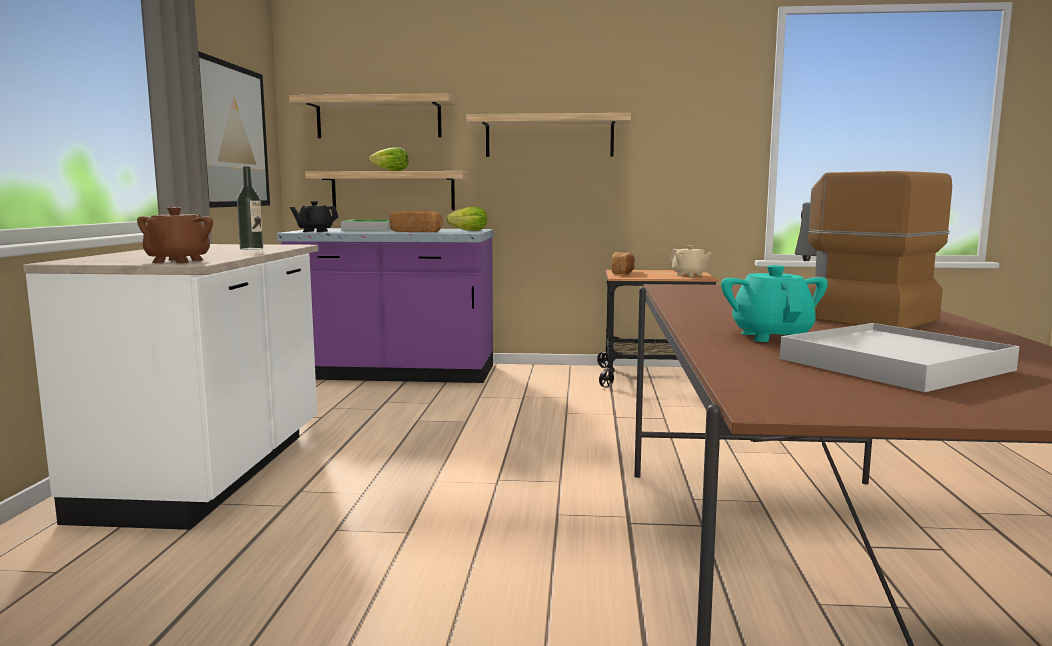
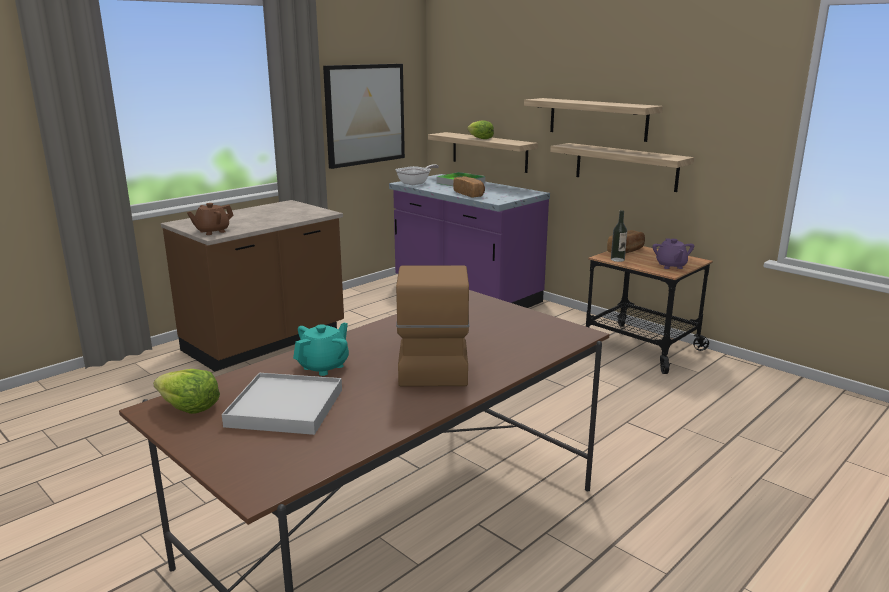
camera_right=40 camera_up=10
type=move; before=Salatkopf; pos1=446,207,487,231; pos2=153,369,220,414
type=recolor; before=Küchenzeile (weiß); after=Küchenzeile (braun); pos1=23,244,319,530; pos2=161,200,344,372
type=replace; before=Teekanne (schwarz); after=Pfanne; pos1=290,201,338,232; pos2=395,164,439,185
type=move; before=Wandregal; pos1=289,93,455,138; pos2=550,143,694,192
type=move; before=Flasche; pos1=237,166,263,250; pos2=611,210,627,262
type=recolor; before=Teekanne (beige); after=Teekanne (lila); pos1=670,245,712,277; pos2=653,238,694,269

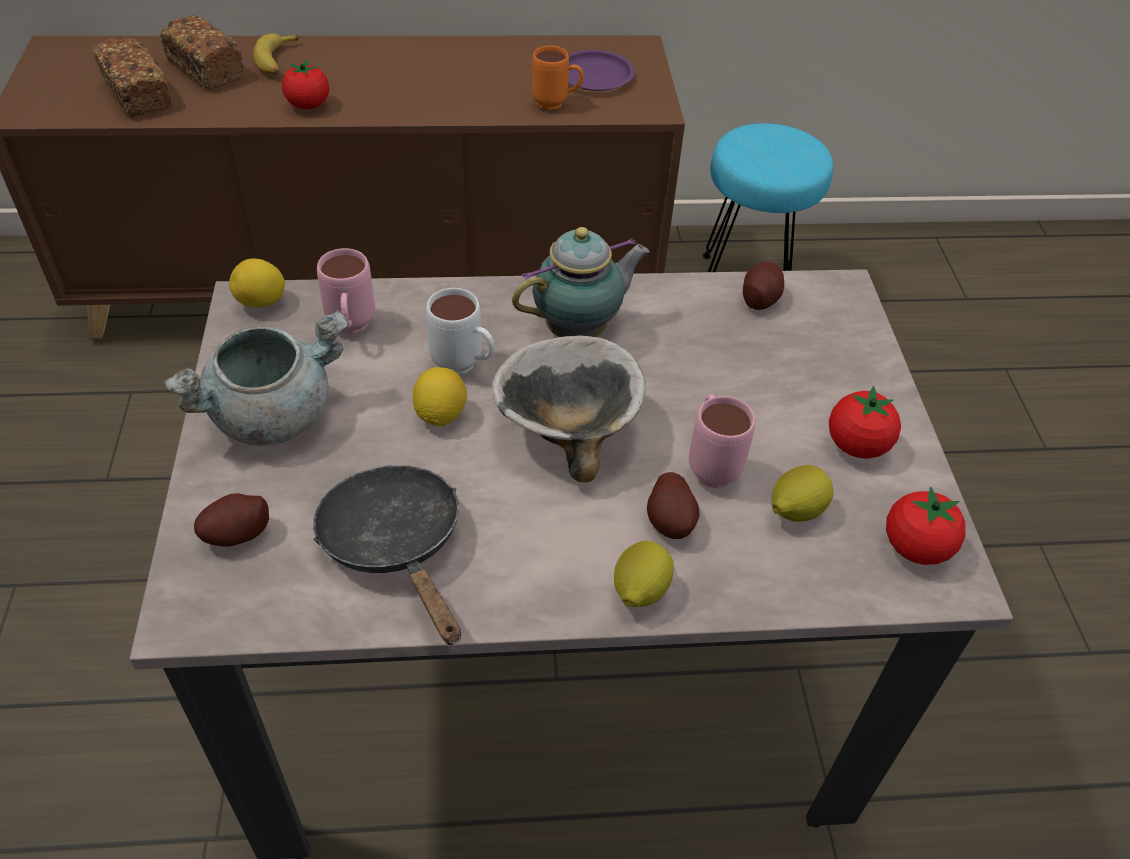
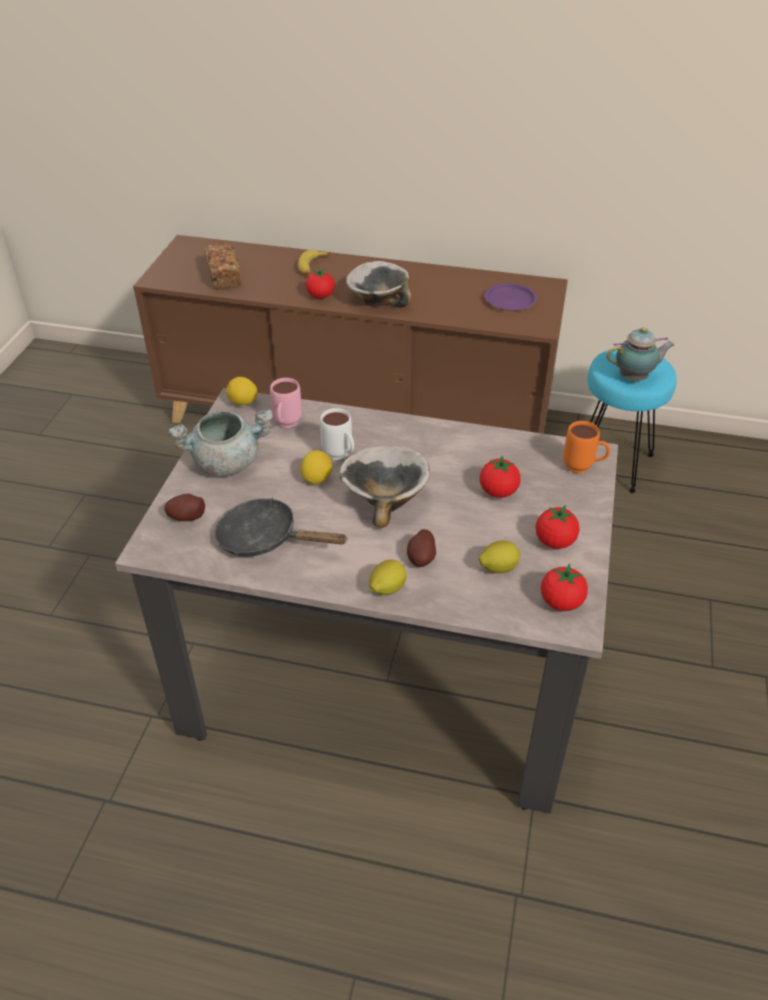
camera_right=20 camera_up=-5
type=rotate; before=Pfanne (schwarz); pos1=313,465,461,645; pos2=214,498,348,557; turn=-60
type=insert; after=Schüssel; pos2=346,261,411,308
type=insert; after=Tomate; pos2=480,456,521,498
type=move; before=Henkelbecher (orange); pos1=532,46,584,110; pos2=563,421,610,473
type=move; before=Teekanne; pos1=512,227,650,337; pos2=606,327,674,381
type=delete; before=Brot; pos1=160,15,244,89
type=delete; before=Henkelbecher (rosa); pos1=689,394,755,488
type=delete; before=Kartoffel; pos1=743,261,784,310

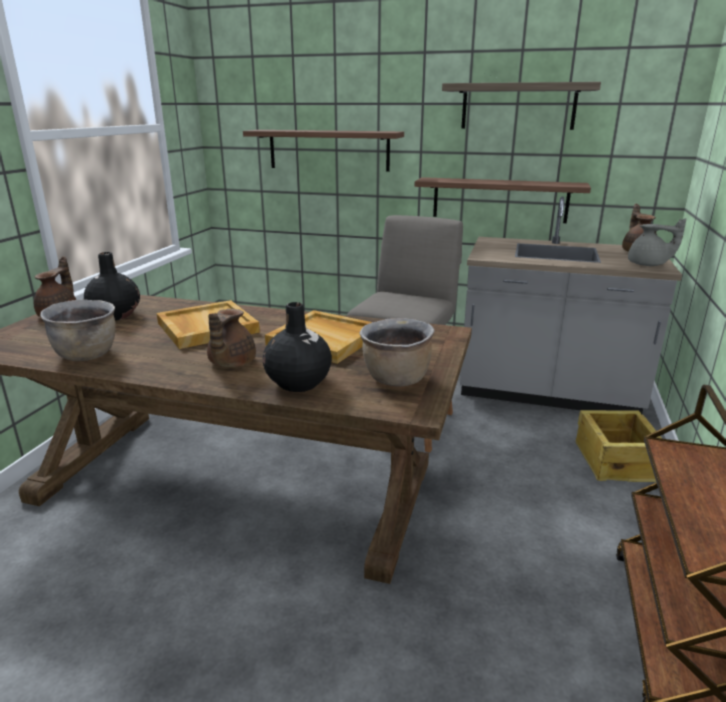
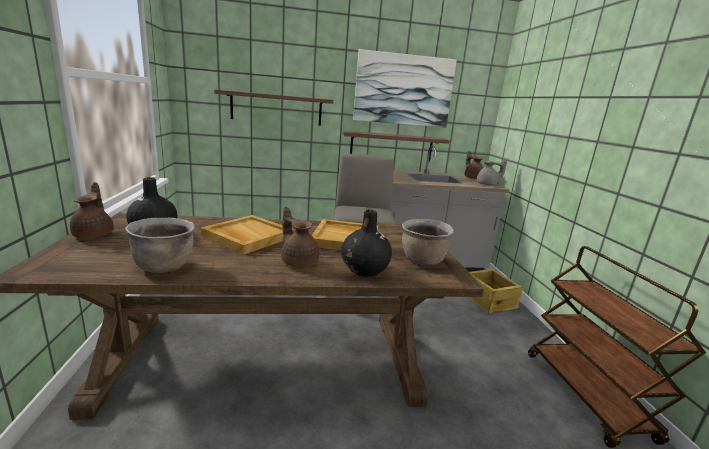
camera_right=-25 camera_up=-5
type=rotate; before=Teekanne (braun); pos1=207,309,256,367; pos2=281,207,319,267; turn=150
type=replace; before=Wandregal; after=Bild; pos1=442,82,601,130; pos2=353,49,457,127

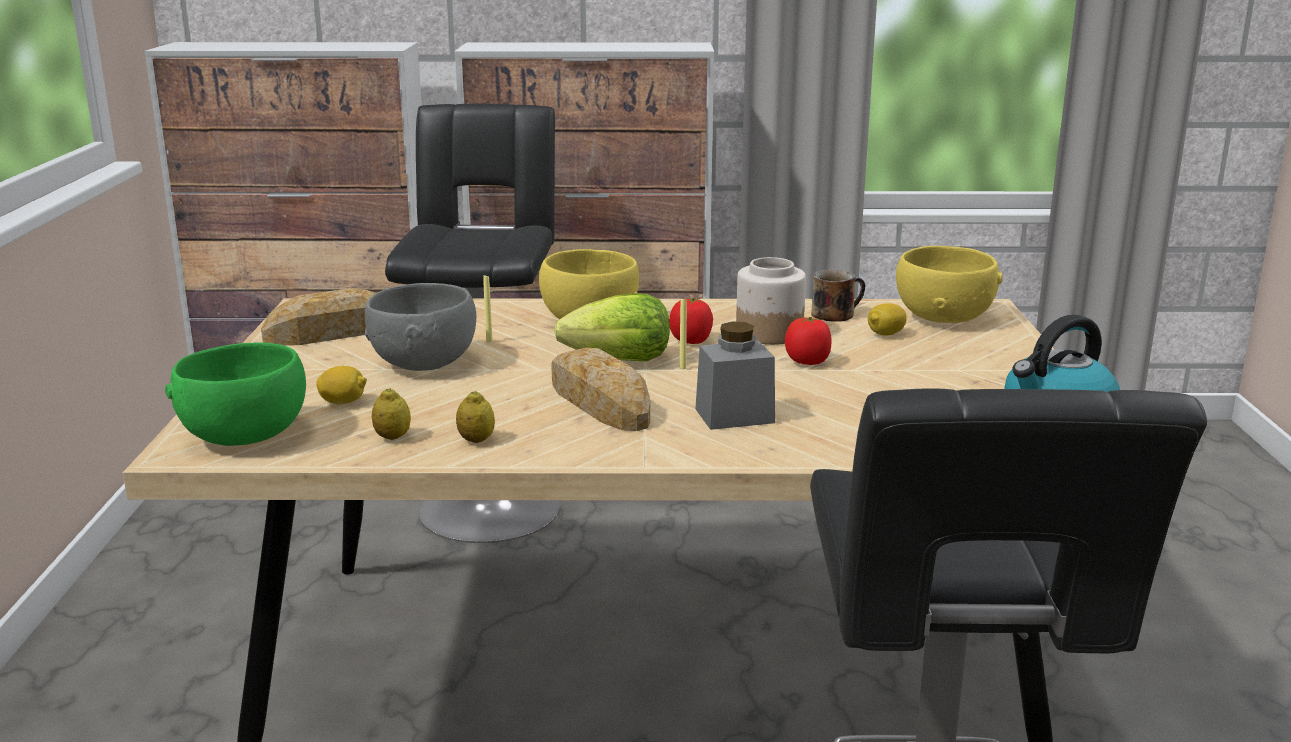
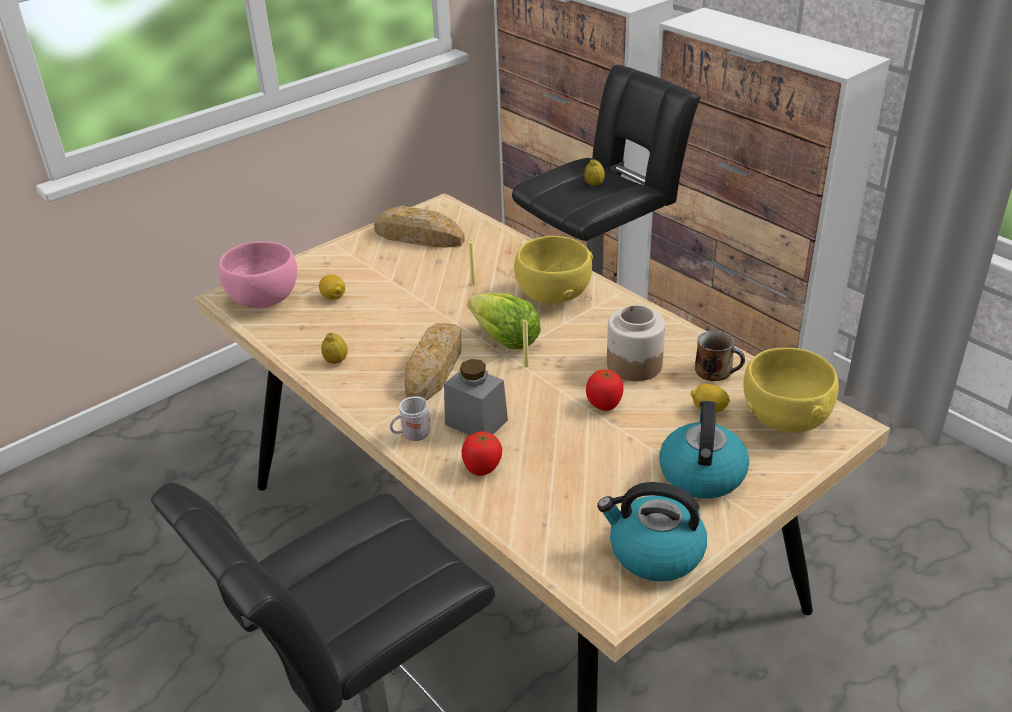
camera_right=50 camera_up=15
type=recolor; before=Schüssel (grün); after=Schüssel (rosa); pos1=165,342,306,446; pos2=218,241,297,308
type=insert; after=Henkelbecher (weiß); pos2=390,392,430,441
type=move; before=Tomate; pos1=669,298,713,344; pos2=461,431,502,476
type=move; before=Zitrone; pos1=372,388,411,440; pos2=584,159,605,186
type=insert; after=Wasserkessel; pos2=659,401,749,498
type=delete; before=Schüssel (grau); pos1=365,283,476,371

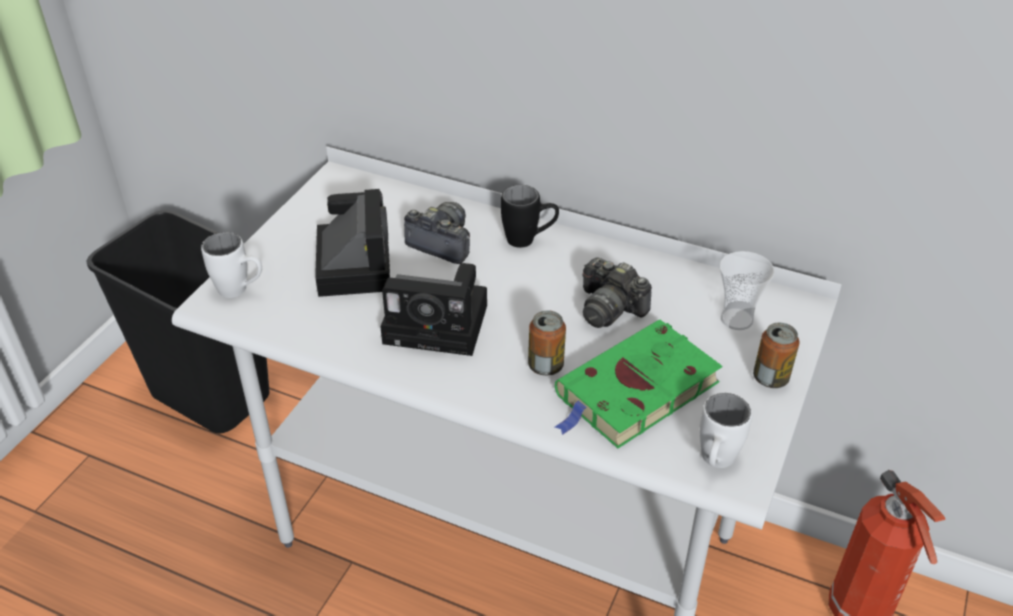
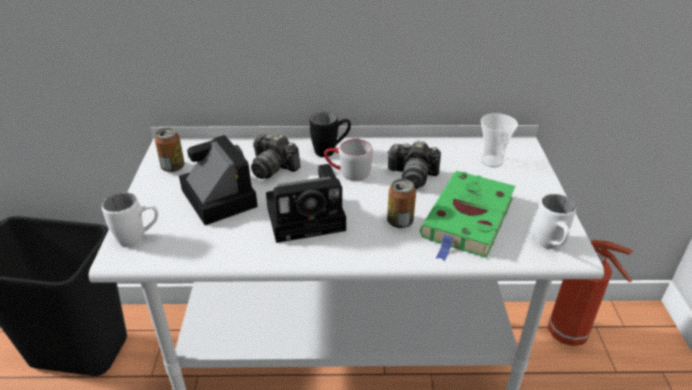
camera_right=-25 camera_up=-5
type=move; before=Dose; pos1=753,323,799,388; pos2=155,128,185,172
type=rotate; before=Kamera; pos1=404,202,470,264; pos2=251,133,301,179; turn=-150
type=insert; after=Henkelbecher (grau); pos2=324,139,373,181

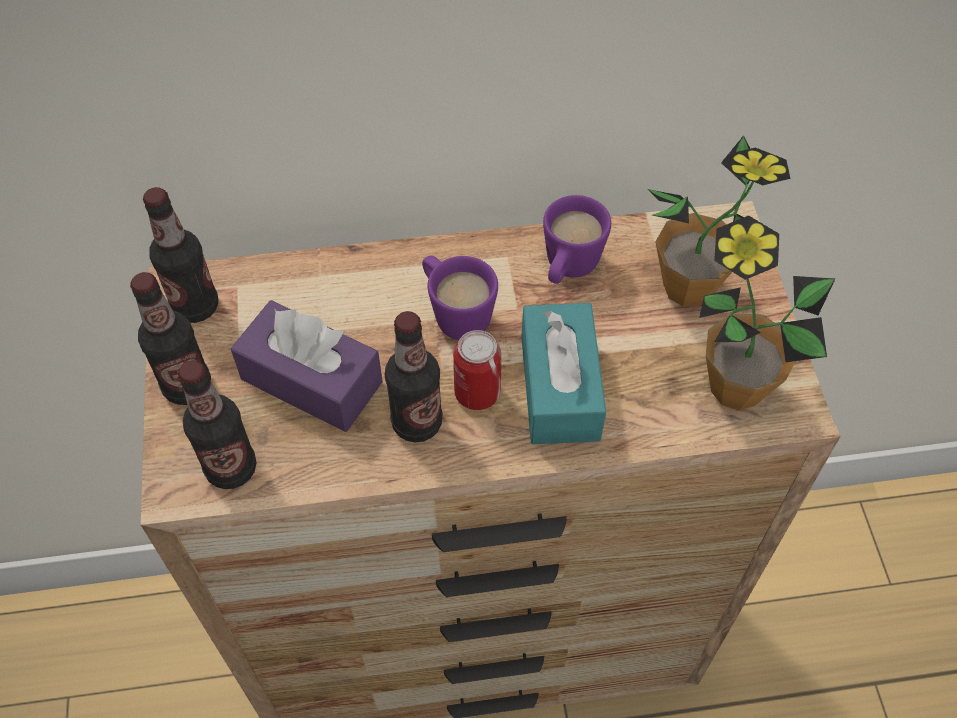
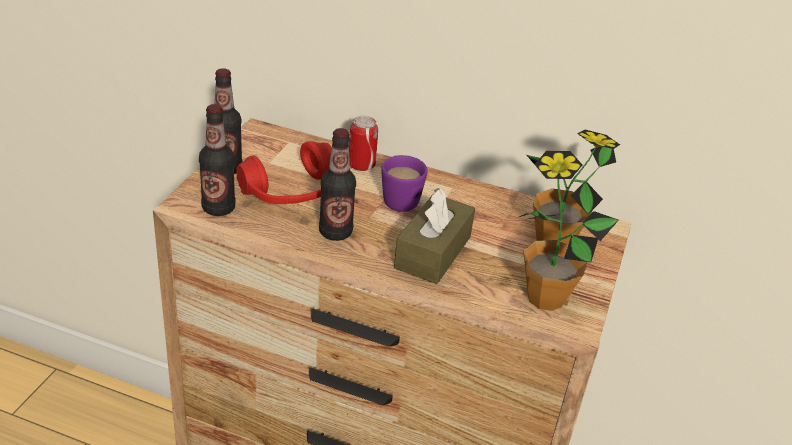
camera_right=25 camera_up=-20
type=replace; before=Taschentuchbox (lila); after=Kopfhörer (rot); pos1=231,300,383,432; pos2=236,141,332,204
type=move; before=Dose; pos1=453,330,501,410; pos2=349,116,378,171
type=recolor; before=Taschentuchbox (türkis); after=Taschentuchbox (braun); pos1=521,303,606,444; pos2=394,188,475,284
type=delete; before=Flasche; pos1=143,187,218,323
type=delete; before=Henkelbecher (lila); pos1=543,195,611,284

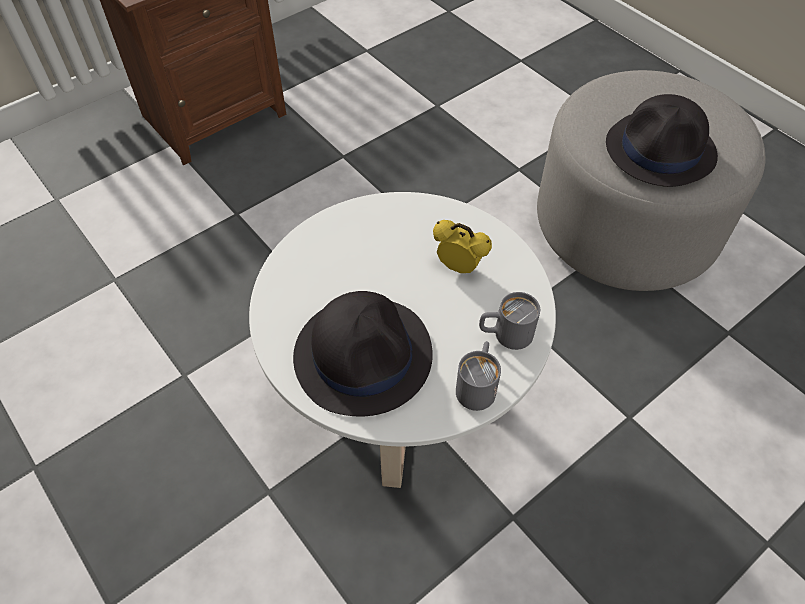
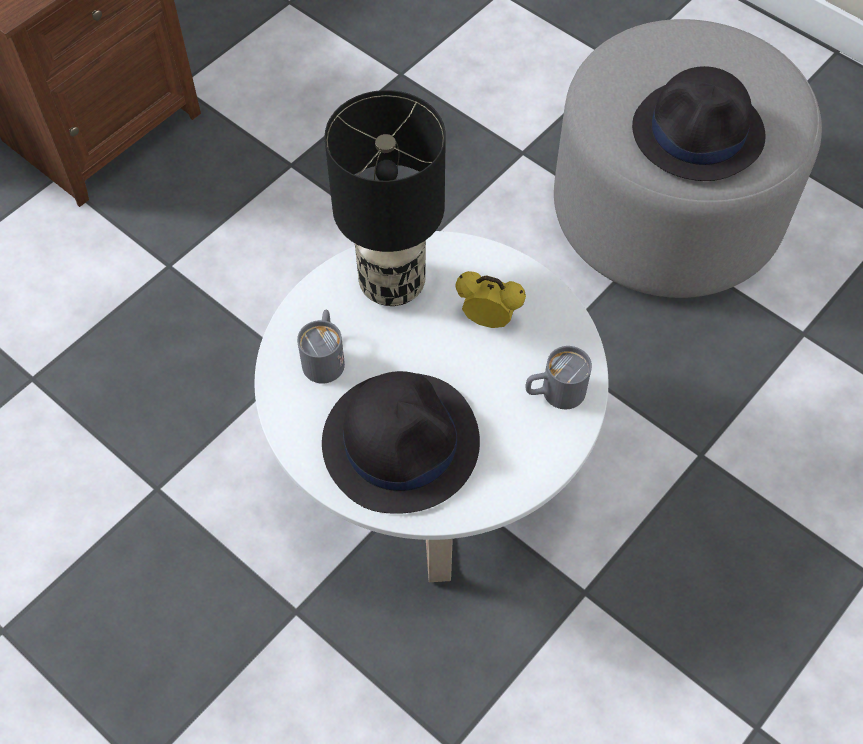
camera_right=-10 camera_up=5
type=move; before=Henkelbecher (grau); pos1=456,341,501,411; pos2=297,310,345,384
type=insert; after=Tischlampe (schwarz); pos2=324,90,446,306

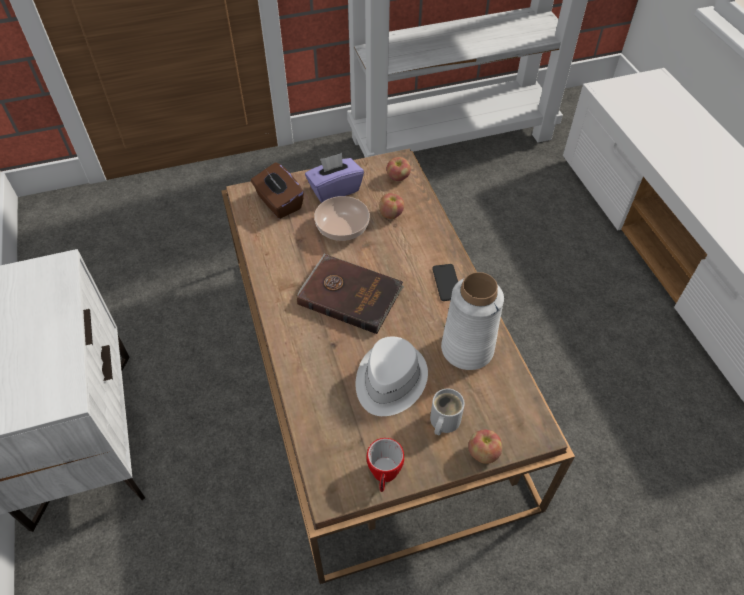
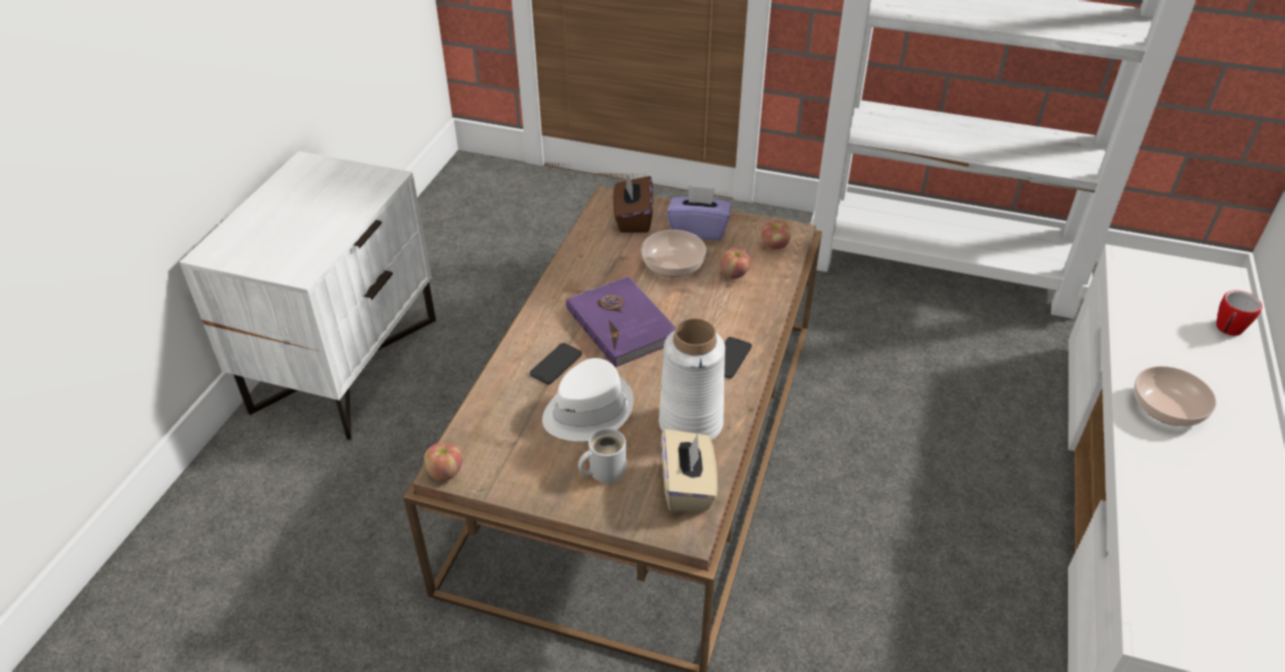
camera_right=35 camera_up=-10
type=move; before=Apfel; pos1=468,430,502,464; pos2=424,443,463,481
type=insert; after=Handy; pos2=530,343,582,384
type=recolor; before=Buch (braun); after=Buch (lila); pos1=297,253,404,334; pos2=566,276,676,368
type=insert; after=Taschentuchbox (beige); pos2=661,429,718,511
type=insert; after=Schüssel; pos2=1134,366,1216,426
type=move; before=Henkelbecher; pos1=367,438,404,492; pos2=1216,290,1262,336

